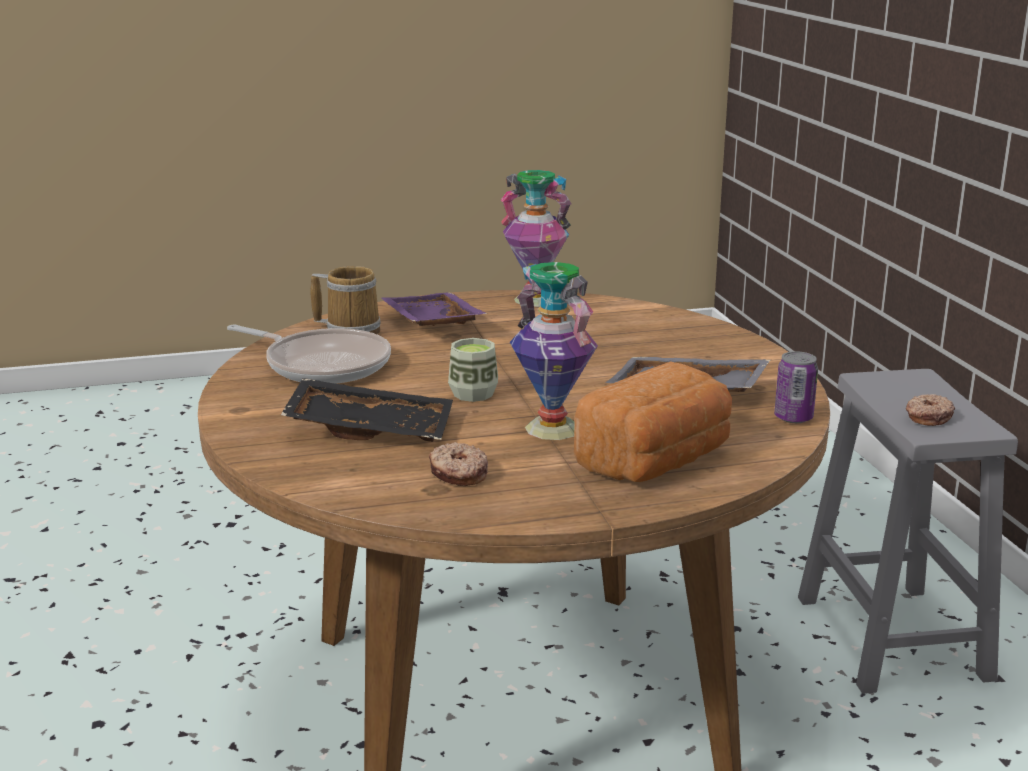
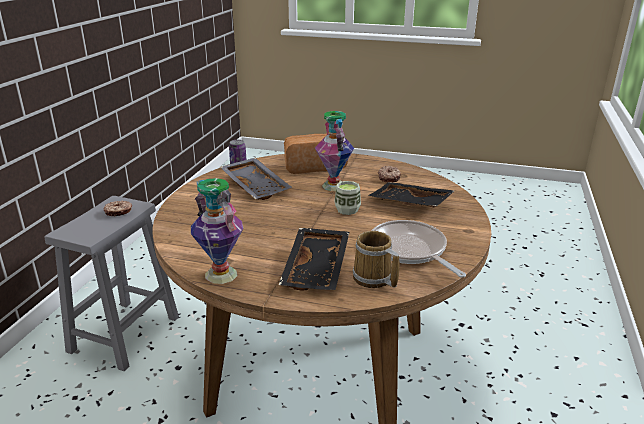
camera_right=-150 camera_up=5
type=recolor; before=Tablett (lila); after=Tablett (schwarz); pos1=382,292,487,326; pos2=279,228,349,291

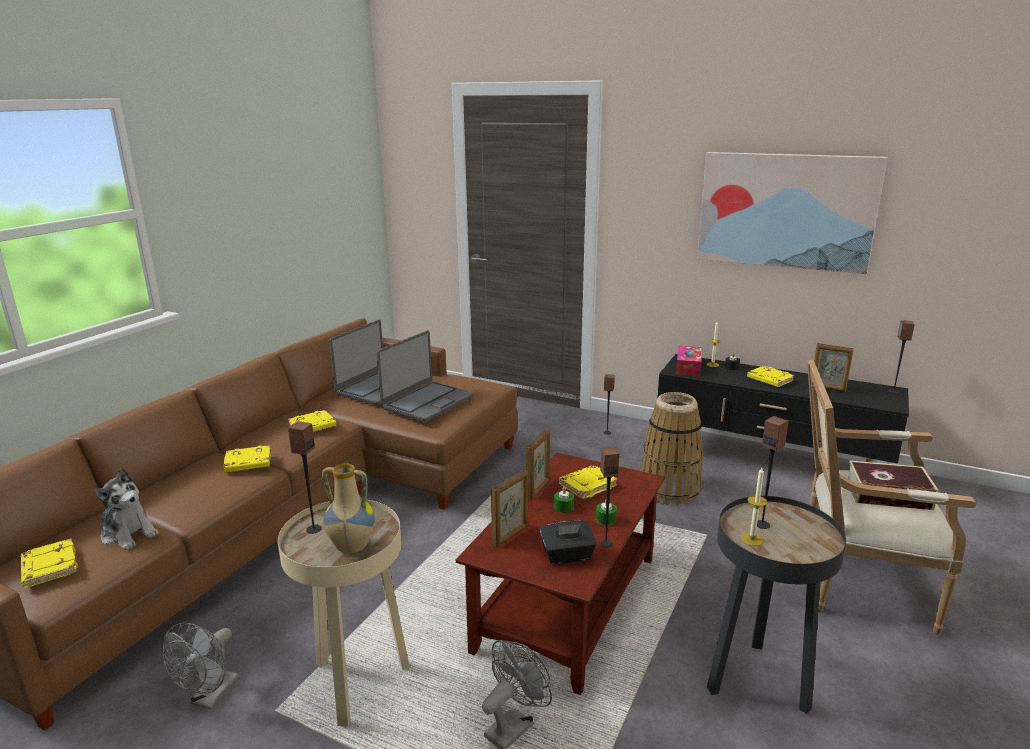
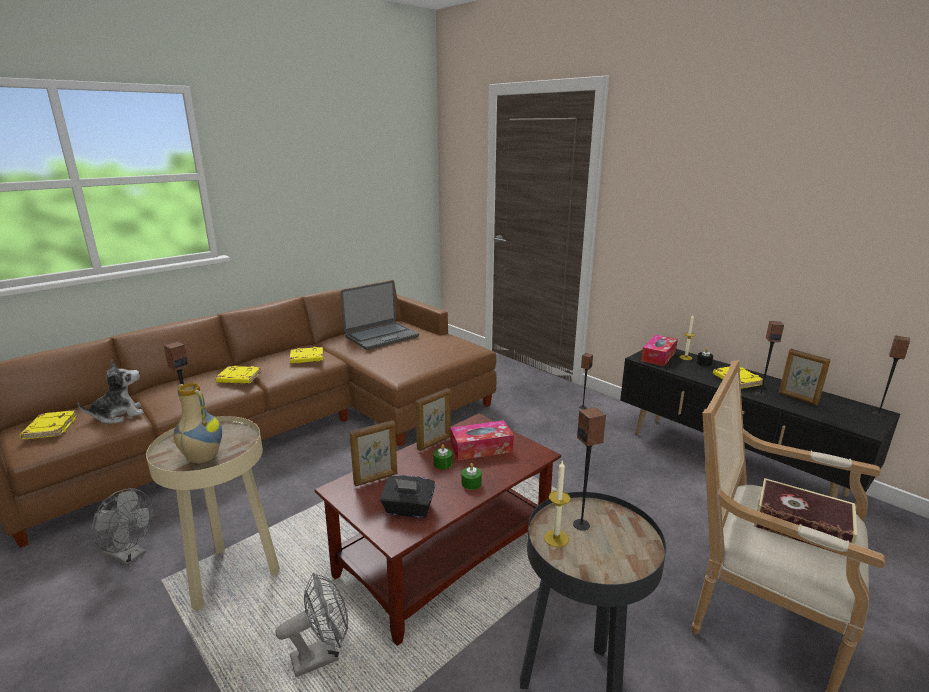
camera_right=20 camera_up=0
type=rotate; before=Plüschtier; pos1=94,468,159,550; pos2=77,360,144,424; turn=-90
type=rotate; before=Ventilator (grau); pos1=163,623,239,710; pos2=92,488,153,565; turn=-105
type=replace; before=Buch (gelb); after=Taschentuchbox; pos1=559,465,618,499; pos2=450,420,514,460
type=move; before=Lautsprecher; pos1=599,447,619,548; pos2=755,321,784,397
type=delete; before=Laptop; pos1=376,330,473,422
type=delete; before=Korb; pos1=641,392,704,506
type=delete; before=Bild; pos1=697,152,887,274

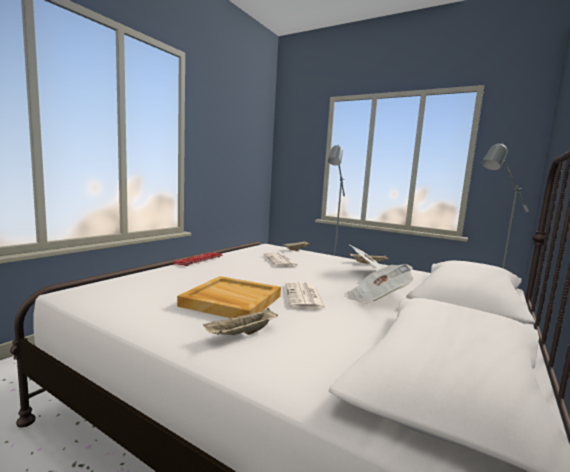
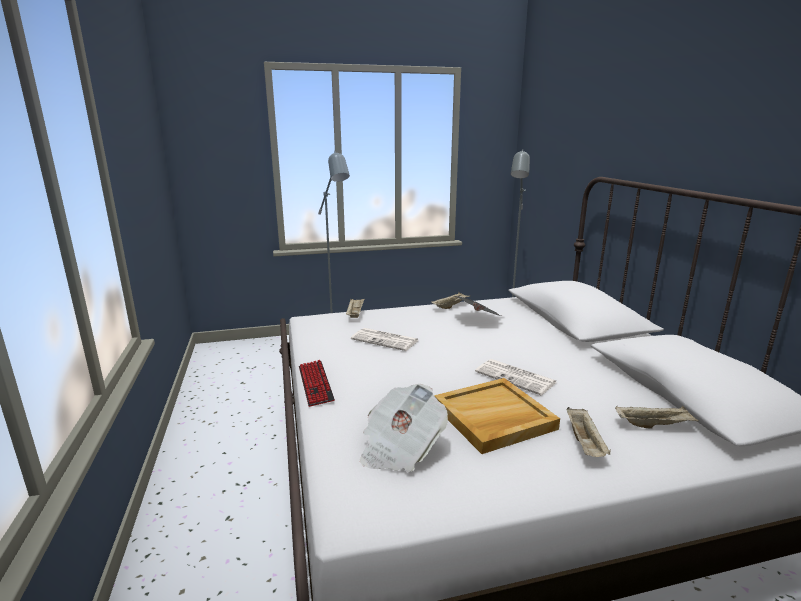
camera_right=-45 camera_up=10
type=move; before=Zeitung; pos1=344,264,413,304; pos2=360,384,448,472
type=insert; after=Tablett (beige); pos2=615,406,699,429

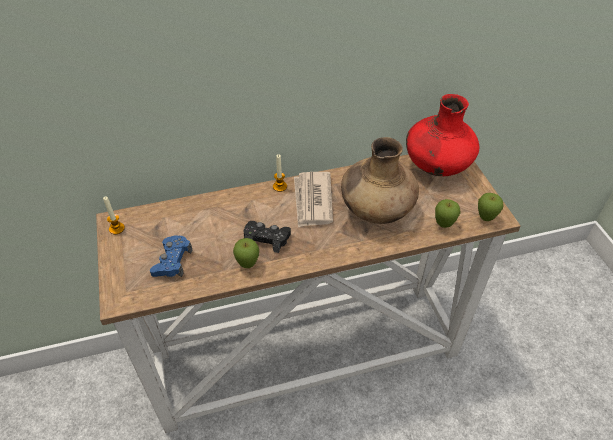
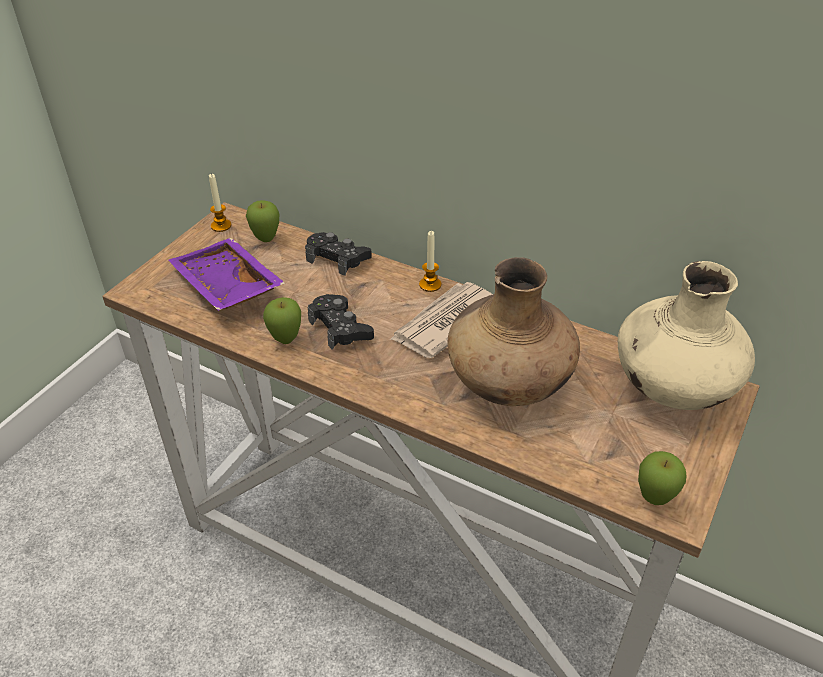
camera_right=45 camera_up=-5
type=replace; before=Gamepad (blau); after=Tablett (lila); pos1=150,235,192,277; pos2=168,238,285,311
type=move; before=Apfel; pos1=435,199,461,228; pos2=246,200,279,242
type=insert; after=Gamepad (schwarz); pos2=305,232,372,276
type=recolor; before=Vase (rot); after=Vase (beige); pos1=406,94,479,176; pos2=618,261,755,410

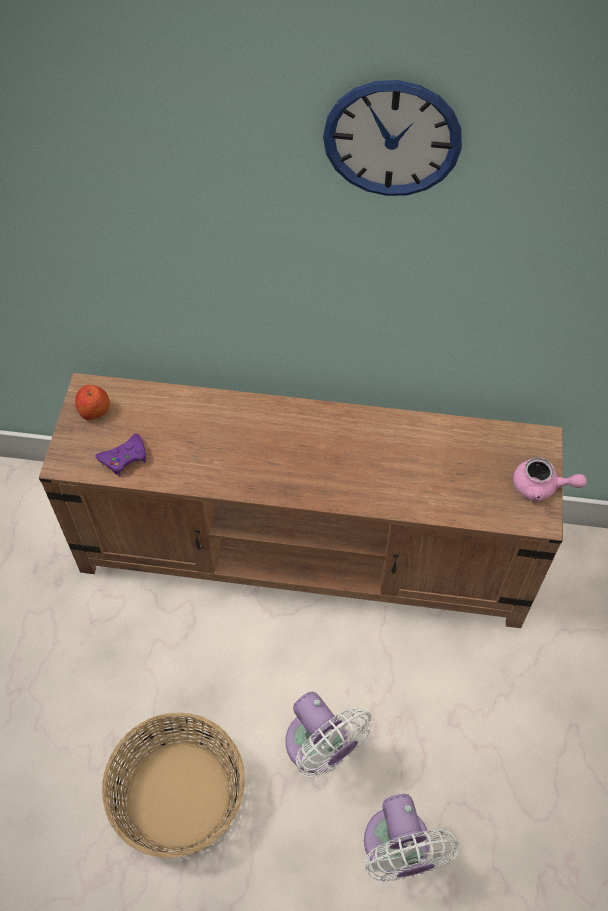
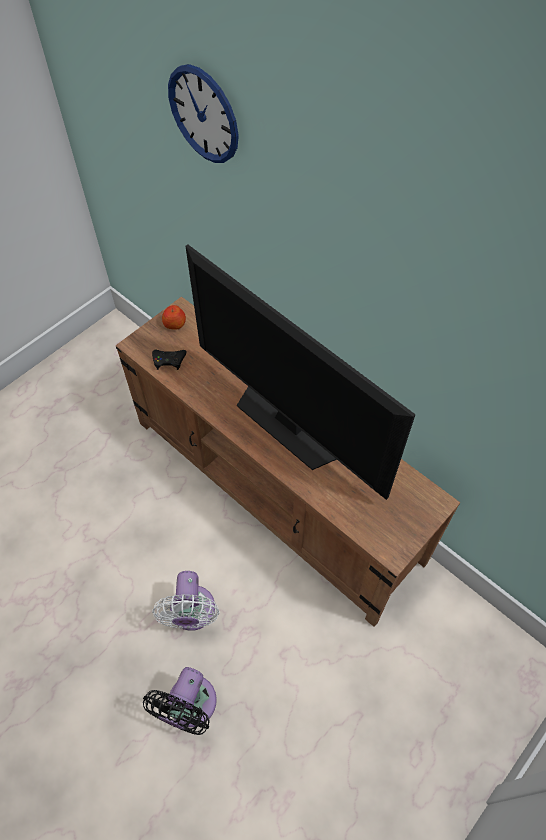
camera_right=35 camera_up=0
type=recolor; before=Ventilator (weiß); after=Ventilator (schwarz); pos1=364,794,458,882; pos2=143,667,217,735
type=recolor; before=Gamepad (lila); after=Gamepad (schwarz); pos1=95,434,146,476; pos2=152,350,186,370
type=move; before=Wanduhr; pos1=323,80,462,196; pos2=168,64,239,163
type=insert; after=Fernseher; pos2=186,244,416,500
type=delete; before=Korb; pos1=102,713,245,858
type=delete; before=Teekanne (rosa); pos1=513,457,587,502

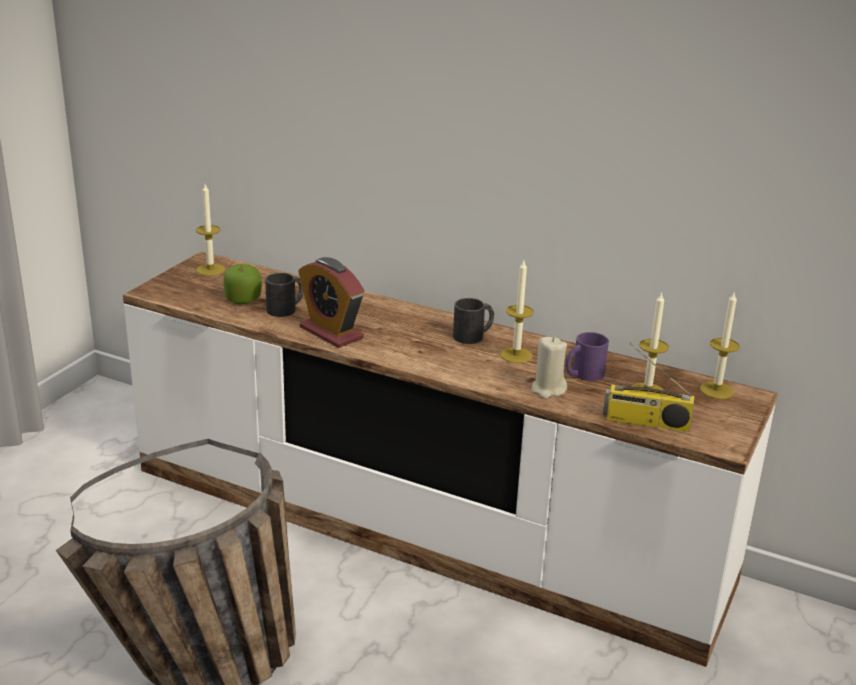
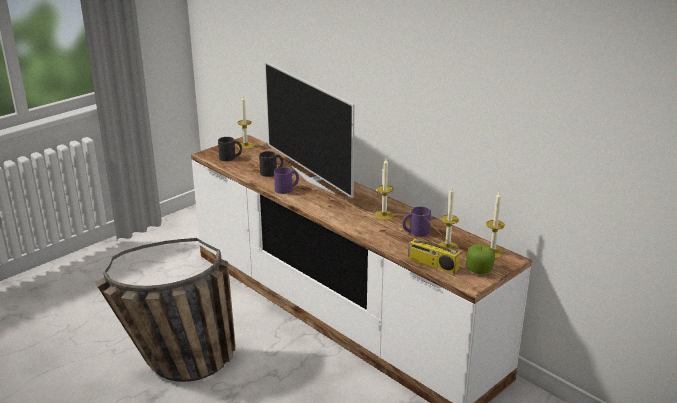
camera_right=20 camera_up=0
type=move; before=Henkelbecher (schwarz); pos1=453,298,494,344; pos2=218,137,242,161
type=insert; after=Fernseher; pos2=265,62,355,198
type=replace; before=Wecker; after=Henkelbecher (lila); pos1=298,257,364,348; pos2=274,167,299,194
type=move; before=Apfel; pos1=223,264,262,304; pos2=466,244,495,274
type=delete; before=Kerze (beige); pos1=531,337,567,399

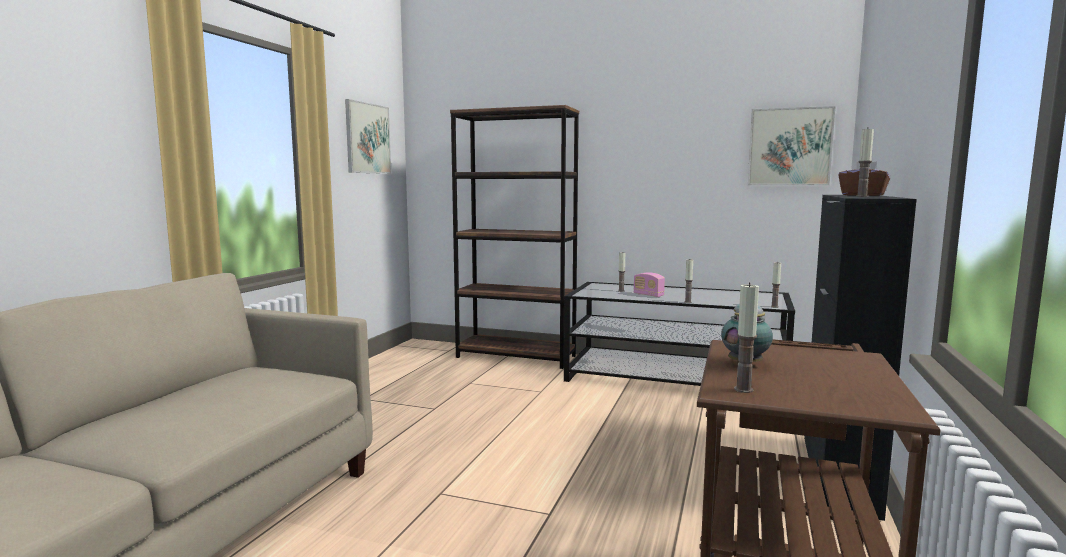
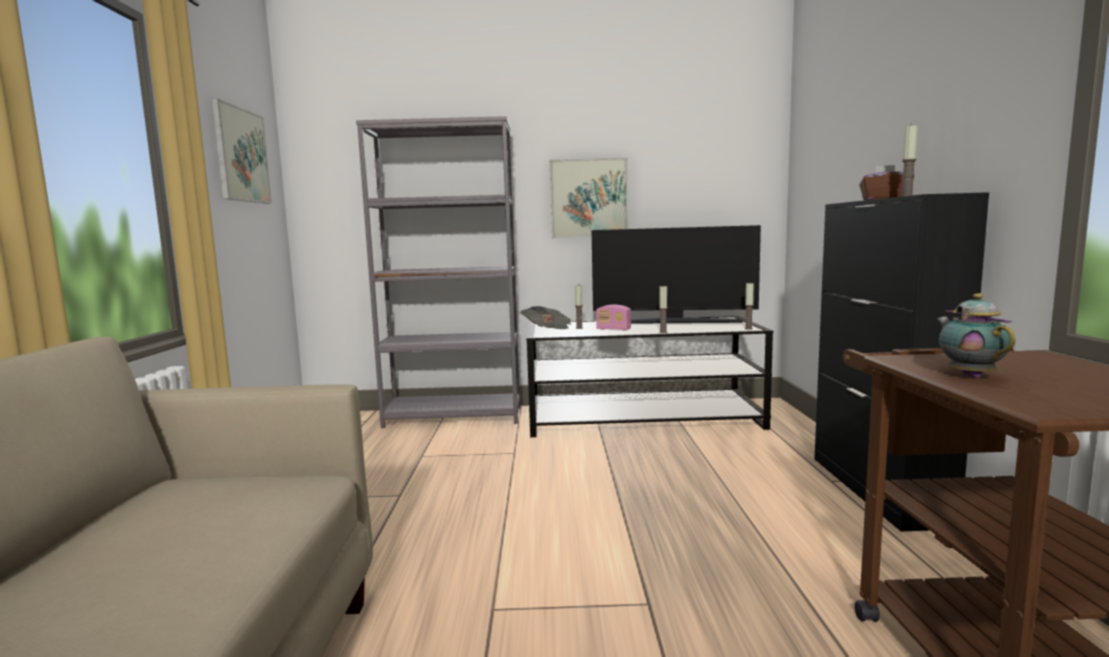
camera_right=-20 camera_up=0
type=recolor; before=Bücherregal (braun); after=Bücherregal (grau); pos1=450,105,579,369; pos2=356,116,520,428
type=insert; after=Zeitung; pos2=520,306,571,329
type=move; before=Bild; pos1=748,106,836,185; pos2=550,158,628,238
type=insert; after=Fernseher; pos2=592,225,761,324
type=delete; before=Kerze; pos1=734,282,759,393

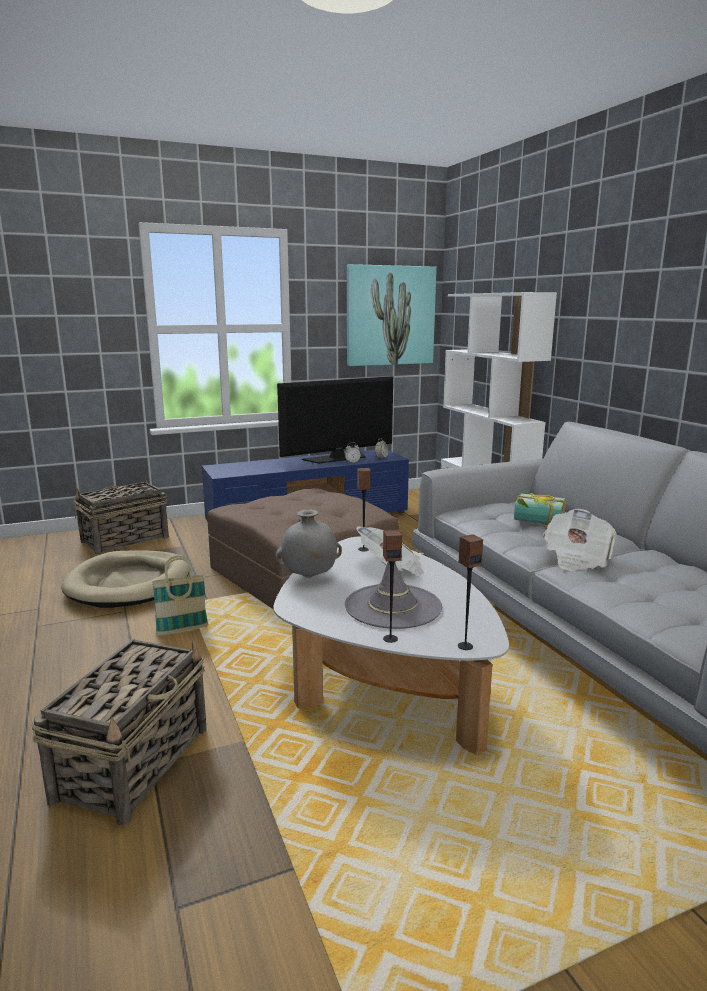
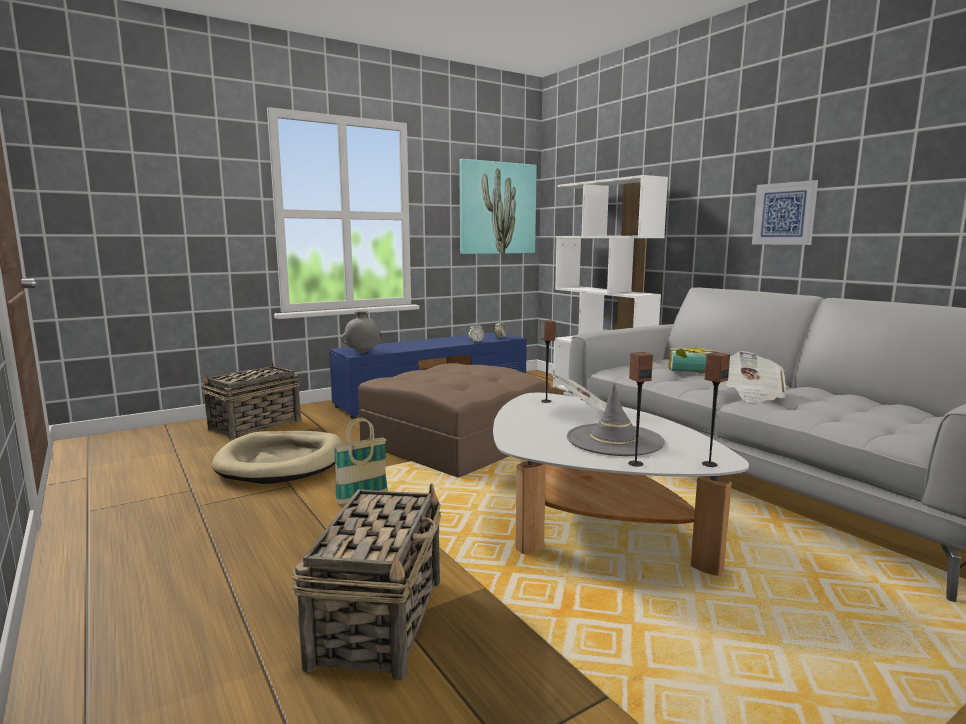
camera_right=-10 camera_up=-5
type=move; before=Vase (grau); pos1=276,510,342,578; pos2=342,311,383,353
type=insert; after=Bild; pos2=752,180,818,245
type=delete; before=Fernseher; pos1=277,376,393,464

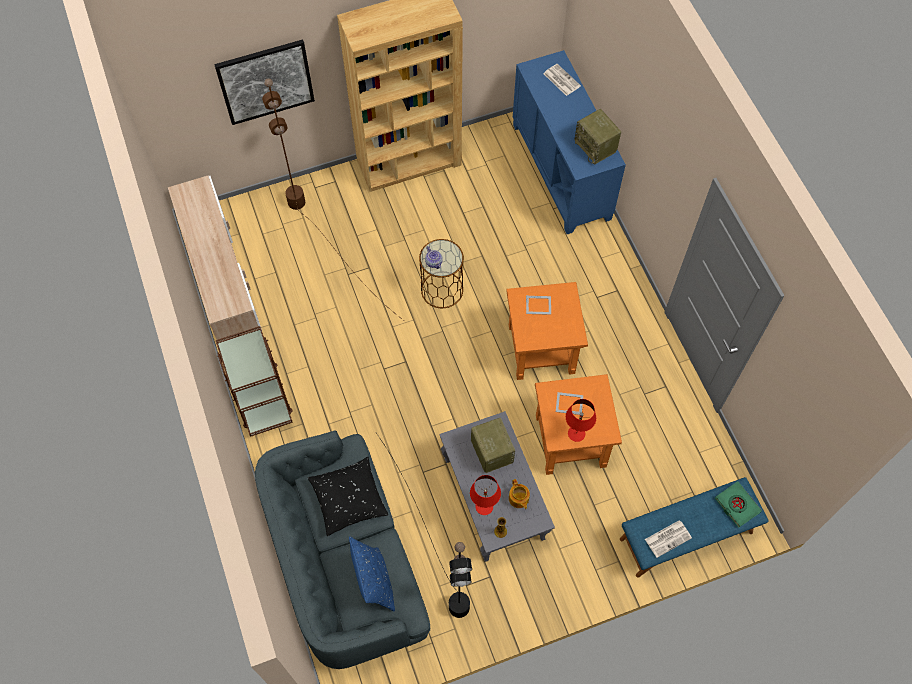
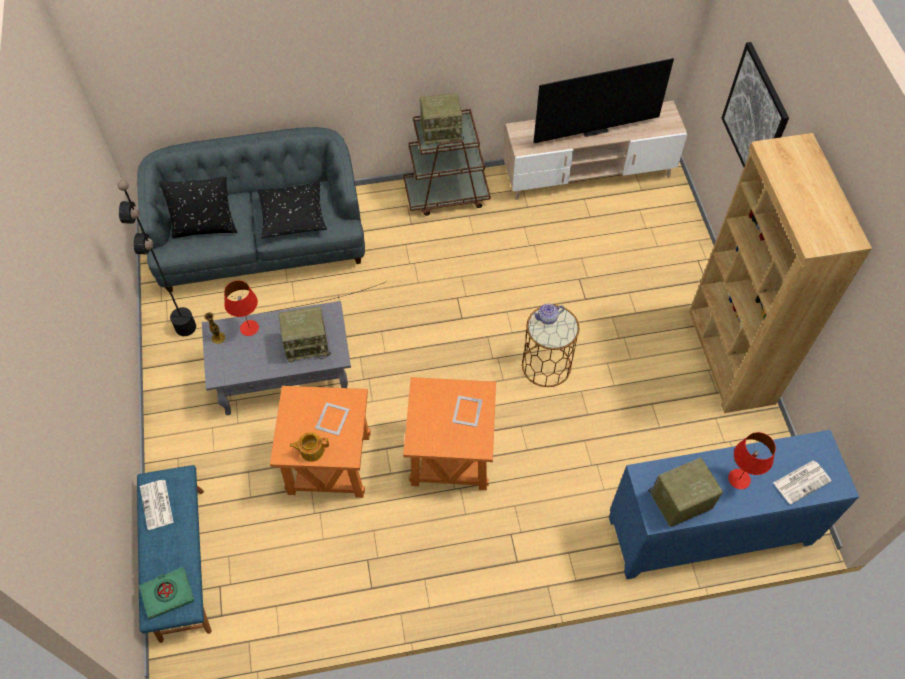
camera_right=100 camera_up=-5
type=recolor; before=Kissen (blau); after=Kissen (schwarz); pos1=349,536,395,611; pos2=159,176,238,238
type=move; before=Teekanne; pos1=509,479,530,509; pos2=290,432,329,462
type=insert; after=Radio; pos2=420,93,464,145
type=insert; after=Fernseher; pos2=533,58,674,143
type=move; before=Tischlampe (rot); pos1=566,399,596,442; pos2=728,432,776,489
type=delete; before=Stehlampe (braun); pos1=262,78,403,320

